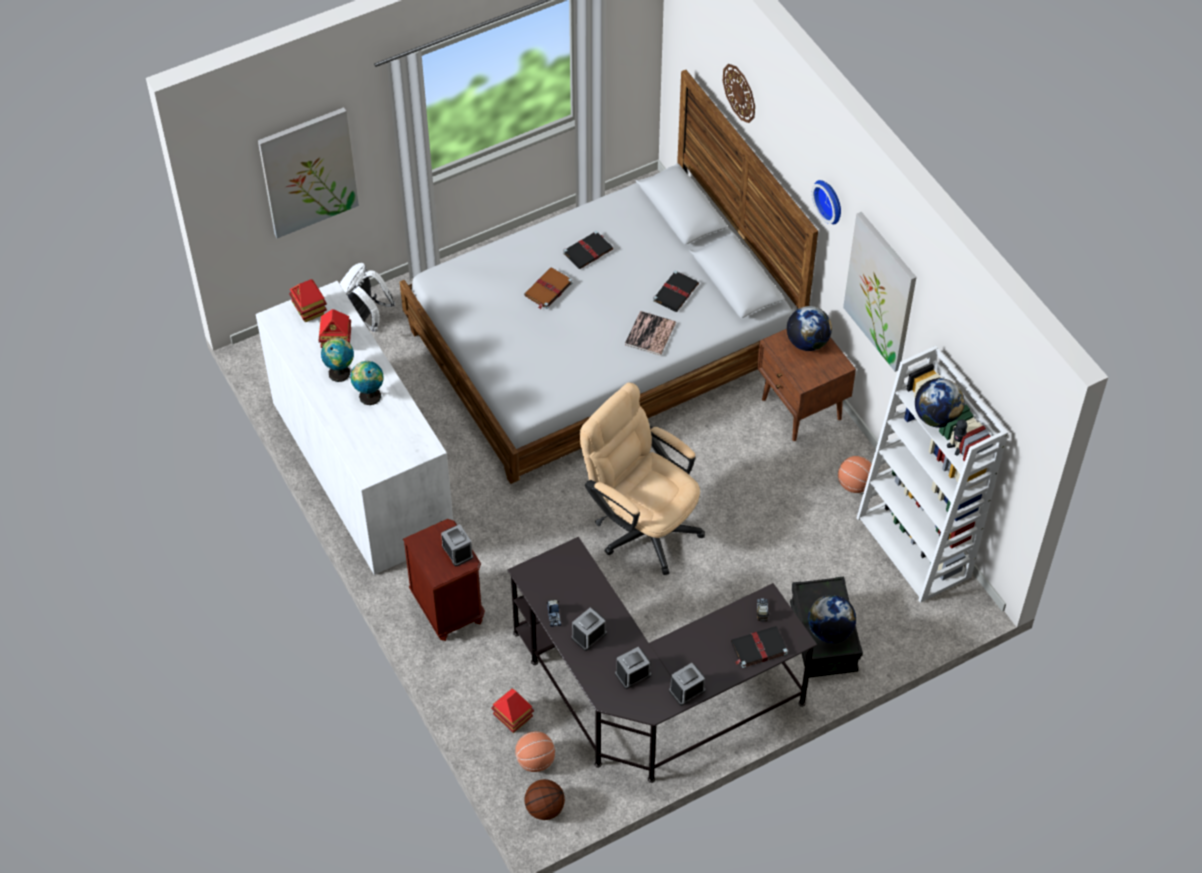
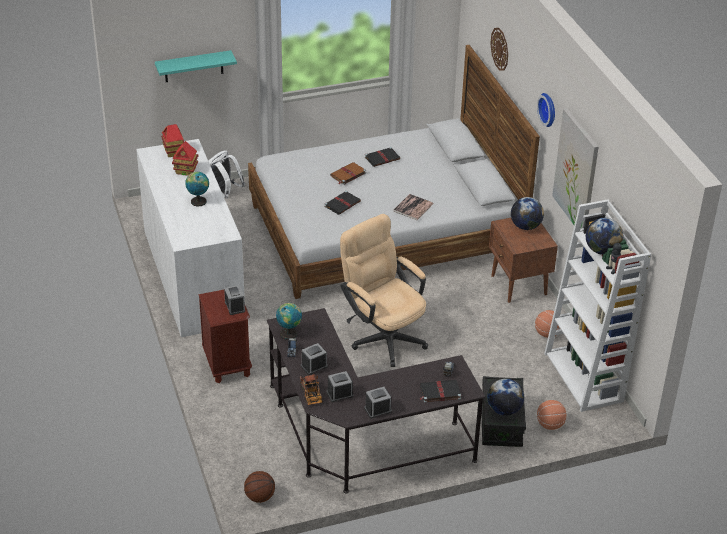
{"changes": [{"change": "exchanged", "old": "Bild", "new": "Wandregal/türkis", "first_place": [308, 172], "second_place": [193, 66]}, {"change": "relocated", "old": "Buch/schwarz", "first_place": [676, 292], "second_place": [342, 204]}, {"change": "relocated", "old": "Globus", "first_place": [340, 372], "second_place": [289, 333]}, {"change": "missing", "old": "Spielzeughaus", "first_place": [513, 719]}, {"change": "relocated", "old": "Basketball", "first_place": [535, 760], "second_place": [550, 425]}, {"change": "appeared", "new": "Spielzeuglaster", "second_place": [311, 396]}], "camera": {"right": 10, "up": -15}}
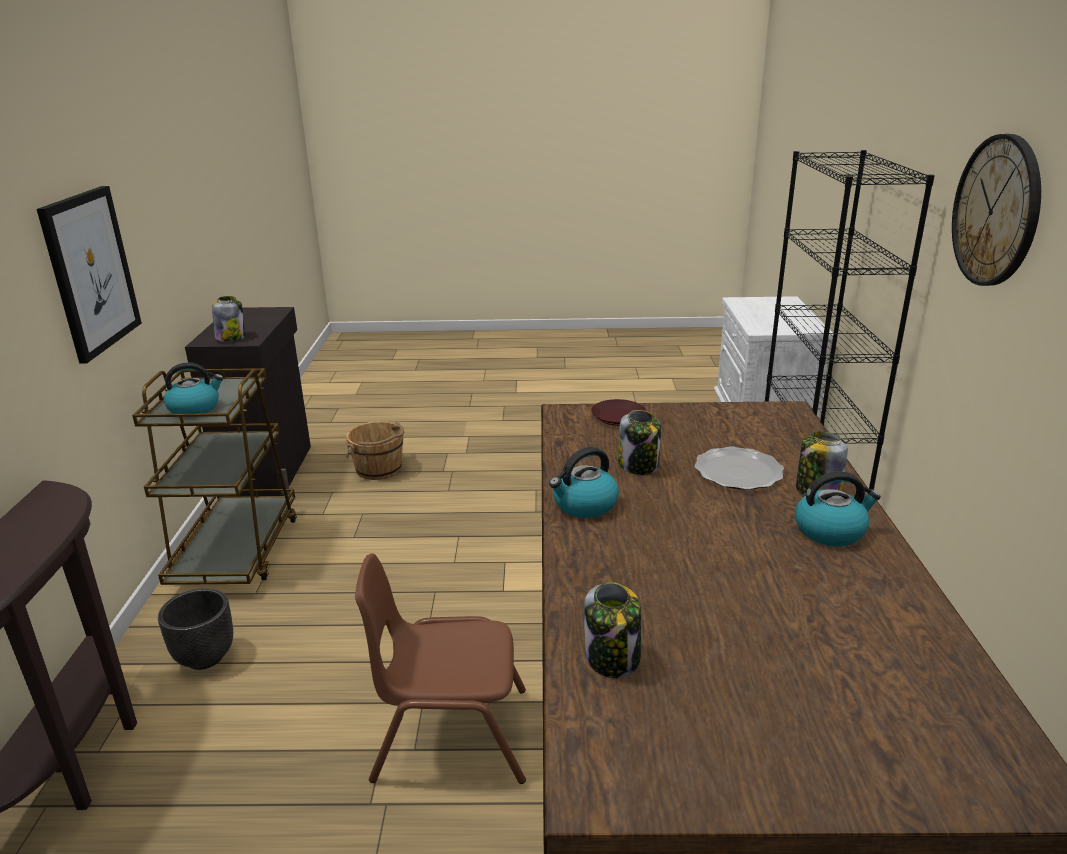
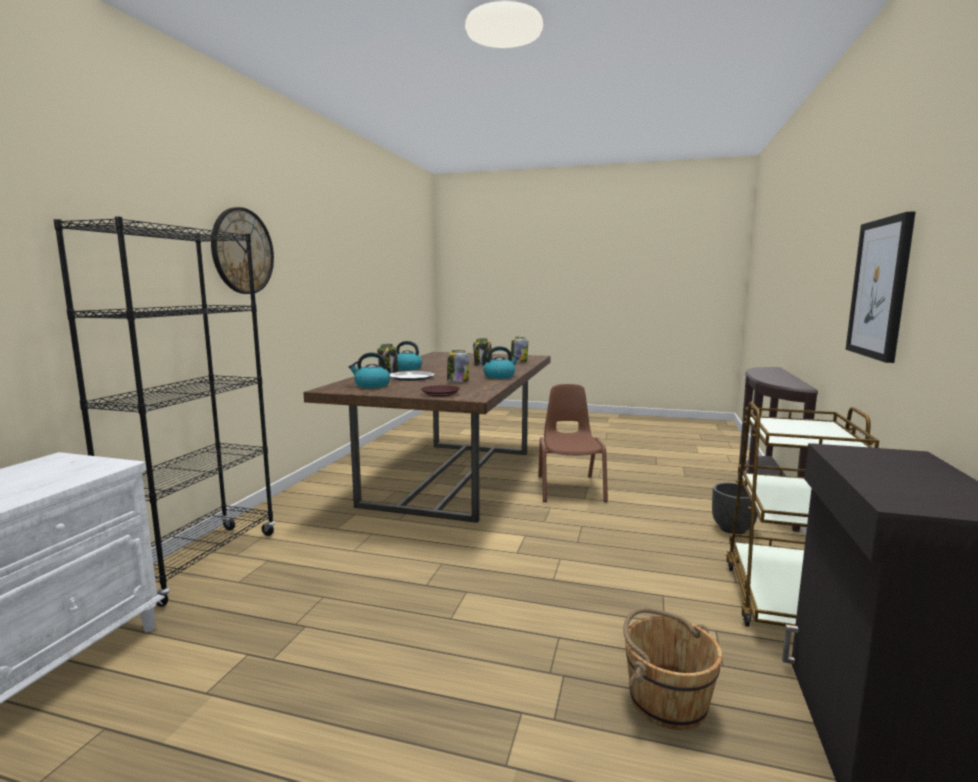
{"changes": [{"change": "relocated", "old": "Vorratsglas", "first_place": [231, 338], "second_place": [483, 364]}, {"change": "relocated", "old": "Wasserkessel", "first_place": [195, 408], "second_place": [371, 385]}, {"change": "spun", "old": "Stuhl/braun", "first_place": [450, 734], "second_place": [570, 488], "degrees": -105}], "camera": {"right": -165, "up": -15}}
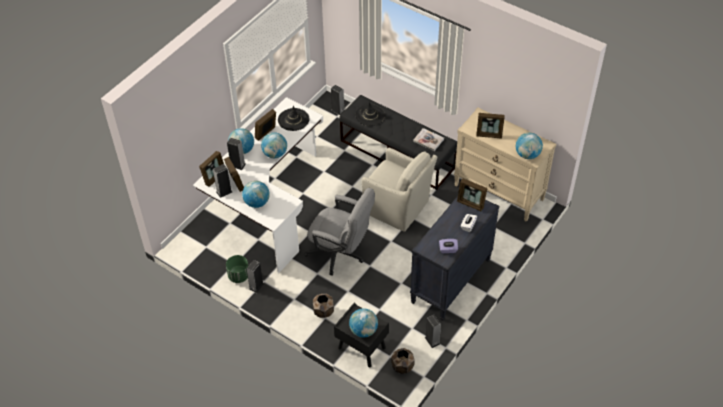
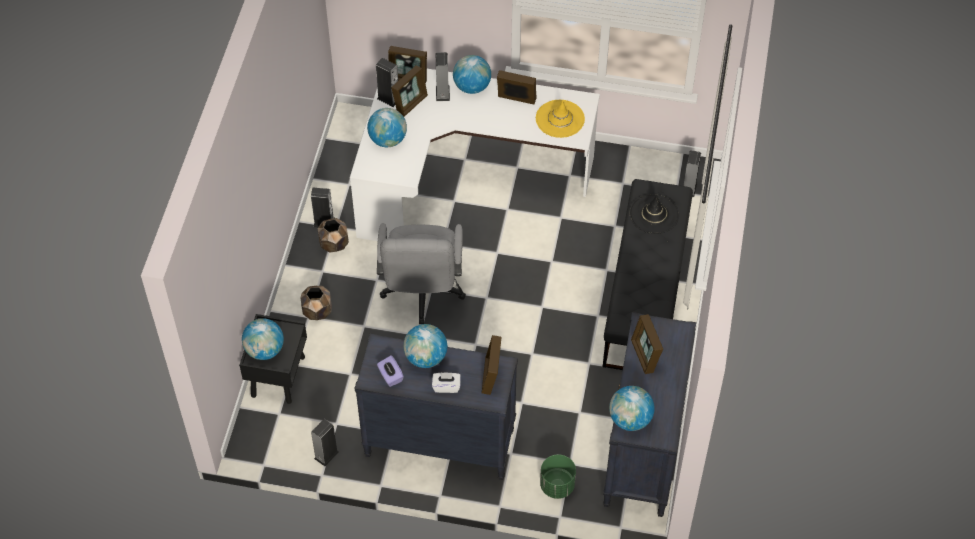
{"changes": [{"change": "colour", "old": "Hut/schwarz", "new": "Hut/gelb", "first_place": [293, 119], "second_place": [560, 119]}, {"change": "colour", "old": "Kommode/beige", "new": "Kommode/schwarz", "first_place": [499, 192], "second_place": [643, 451]}, {"change": "missing", "old": "Buch", "first_place": [428, 140]}, {"change": "relocated", "old": "Globus", "first_place": [275, 154], "second_place": [425, 357]}, {"change": "missing", "old": "Sessel/beige", "first_place": [397, 208]}, {"change": "relocated", "old": "Pflanzkübel/grün", "first_place": [239, 276], "second_place": [557, 485]}, {"change": "relocated", "old": "Pflanzkübel/braun", "first_place": [402, 367], "second_place": [333, 244]}], "camera": {"right": 65, "up": 5}}
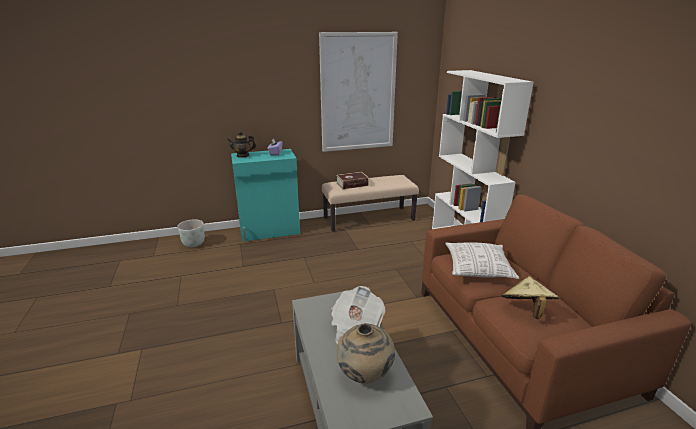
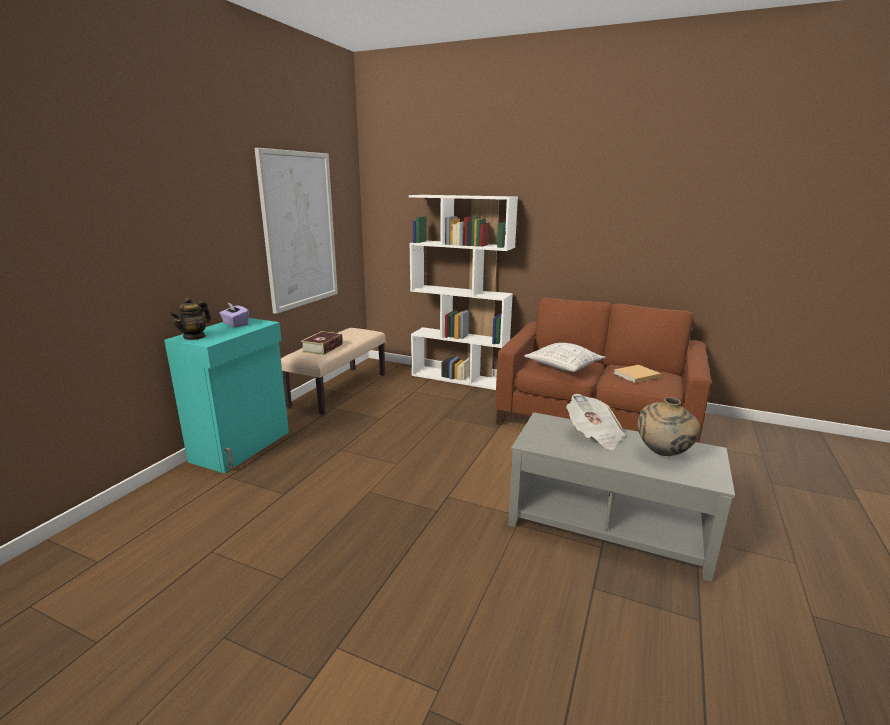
{"changes": [{"change": "missing", "old": "Pflanzkübel/grau", "first_place": [193, 244]}, {"change": "exchanged", "old": "Hut/beige", "new": "Buch/beige", "first_place": [526, 310], "second_place": [635, 375]}], "camera": {"right": -50, "up": -5}}
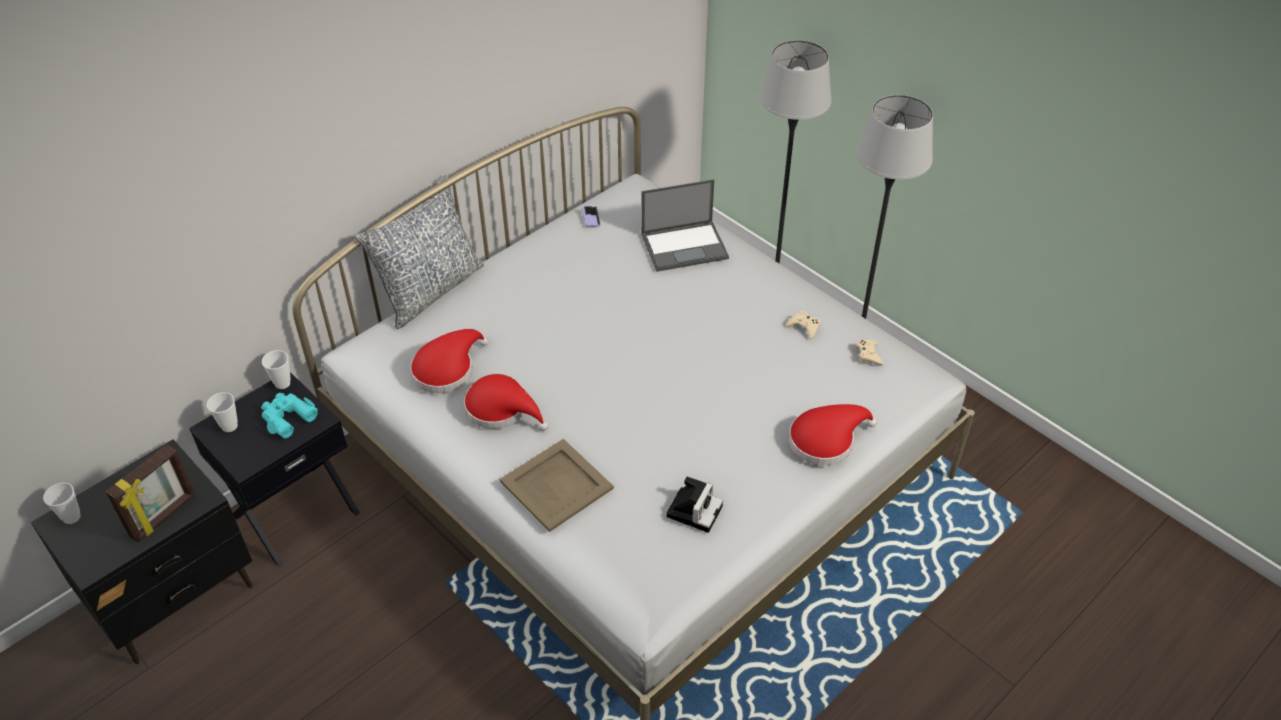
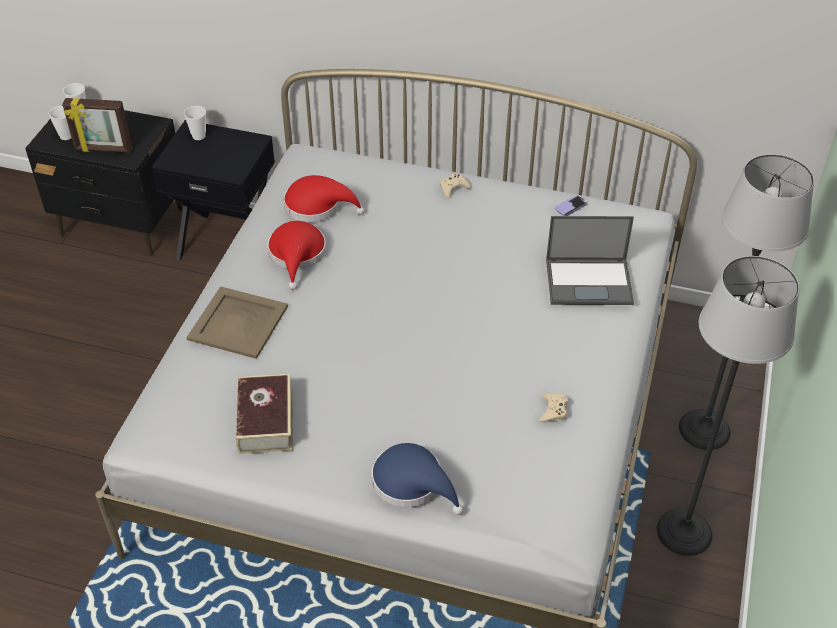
{"changes": [{"change": "missing", "old": "Kissen", "first_place": [430, 290]}, {"change": "spun", "old": "Laptop", "first_place": [685, 246], "second_place": [590, 281], "degrees": -45}, {"change": "relocated", "old": "Gamepad/beige", "first_place": [868, 354], "second_place": [453, 188]}, {"change": "relocated", "old": "Tasse", "first_place": [282, 383], "second_place": [66, 136]}, {"change": "missing", "old": "Fernglas/türkis", "first_place": [287, 417]}, {"change": "colour", "old": "Hut/rot", "new": "Hut/blau", "first_place": [825, 440], "second_place": [412, 483]}, {"change": "exchanged", "old": "Kamera", "new": "Buch", "first_place": [694, 509], "second_place": [265, 420]}], "camera": {"right": 60, "up": 0}}
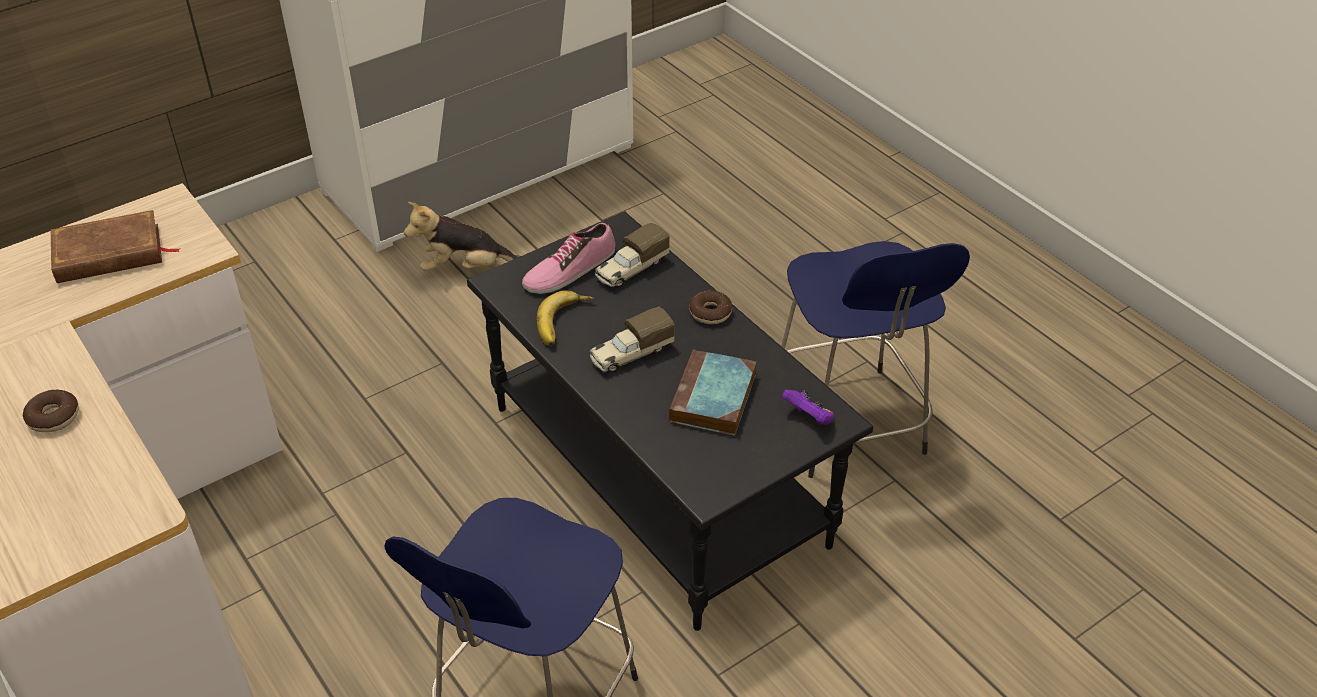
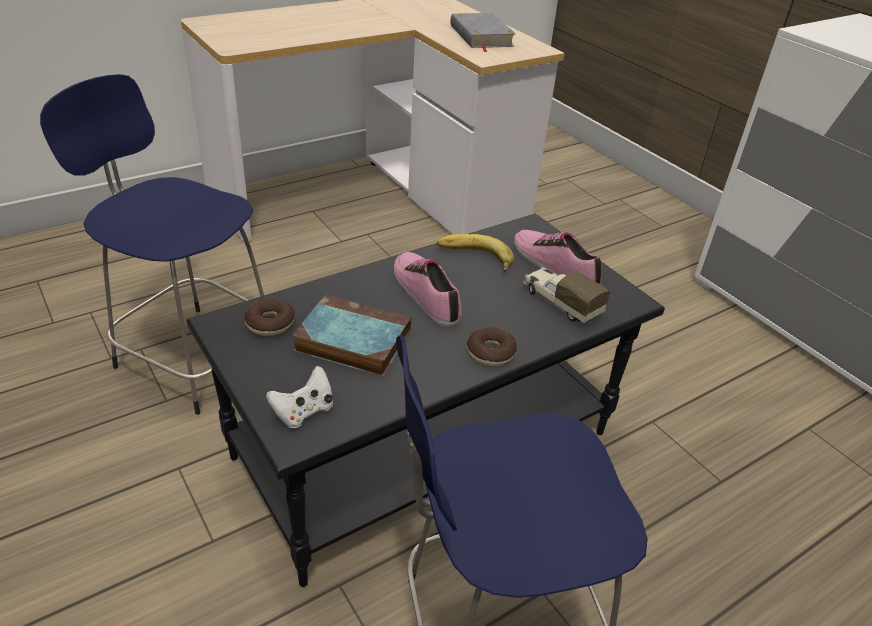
{"changes": [{"change": "missing", "old": "Plüschtier", "first_place": [465, 268]}, {"change": "colour", "old": "Buch/braun", "new": "Buch/grau", "first_place": [109, 254], "second_place": [480, 36]}, {"change": "exchanged", "old": "Spielzeuglaster", "new": "Schuh", "first_place": [630, 354], "second_place": [426, 293]}, {"change": "relocated", "old": "Donut", "first_place": [53, 417], "second_place": [270, 323]}, {"change": "colour", "old": "Gamepad/lila", "new": "Gamepad/weiß", "first_place": [809, 418], "second_place": [304, 411]}], "camera": {"right": 90, "up": -5}}
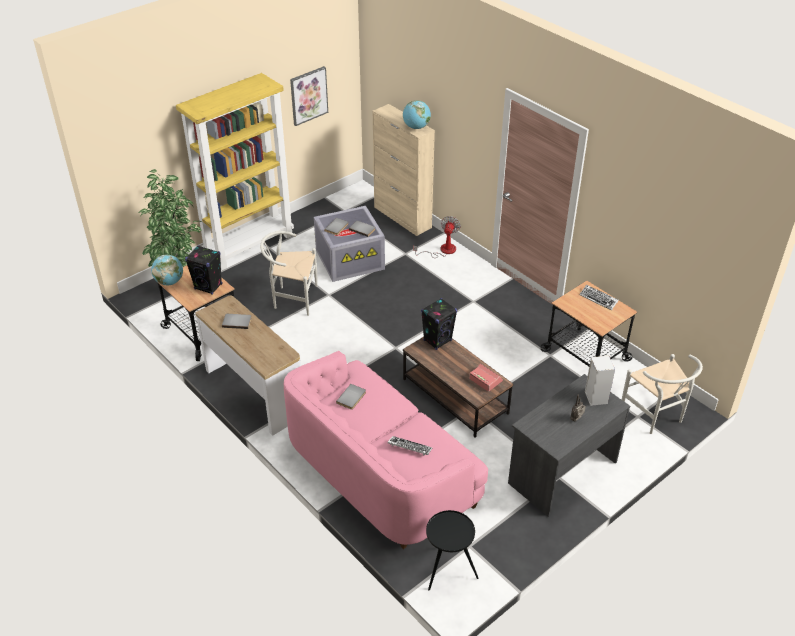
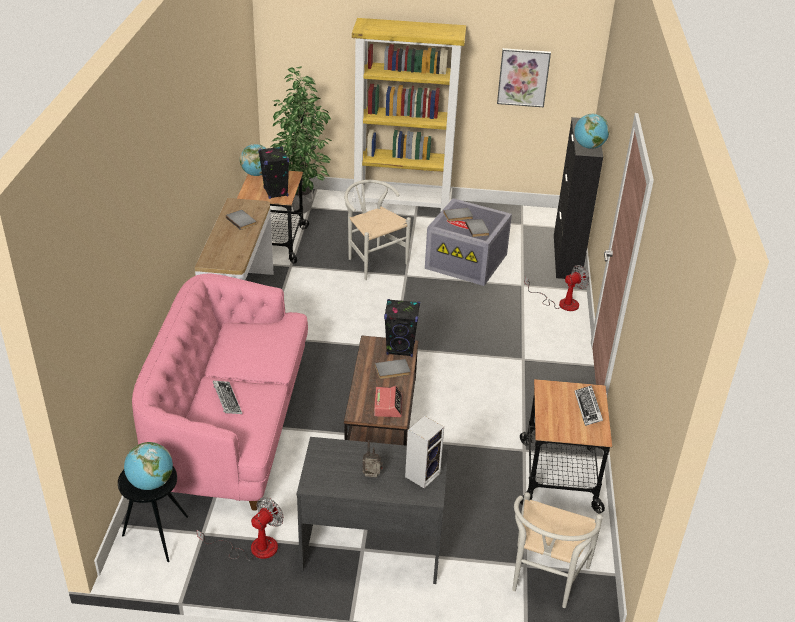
{"changes": [{"change": "colour", "old": "Schrank/beige", "new": "Schrank/schwarz", "first_place": [402, 217], "second_place": [566, 257]}, {"change": "relocated", "old": "Buch/grau", "first_place": [352, 398], "second_place": [392, 371]}, {"change": "appeared", "new": "Globus", "second_place": [151, 483]}, {"change": "appeared", "new": "Ventilator", "second_place": [253, 548]}], "camera": {"right": 45, "up": -5}}
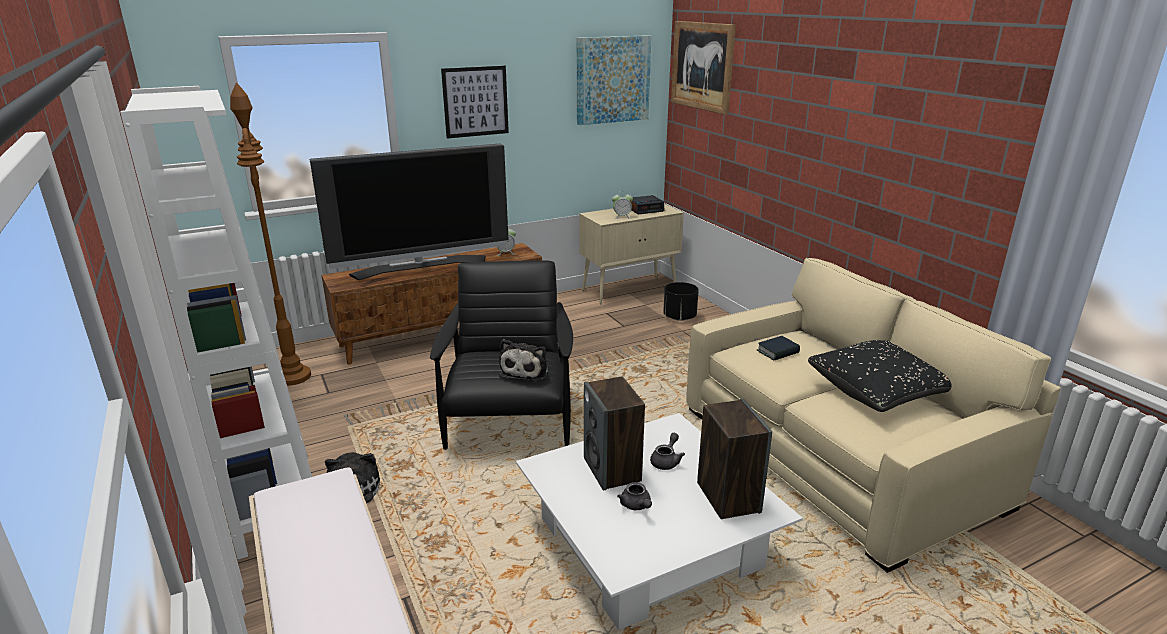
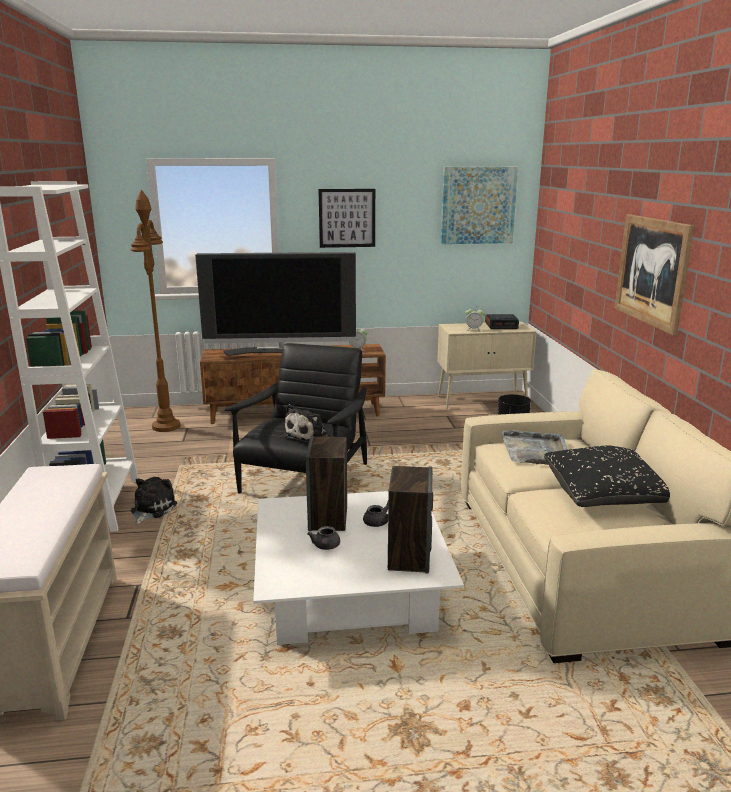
{"changes": [{"change": "relocated", "old": "Bild", "first_place": [702, 66], "second_place": [652, 271]}, {"change": "exchanged", "old": "Buch", "new": "Tablett/grau", "first_place": [778, 352], "second_place": [535, 450]}], "camera": {"right": 20, "up": -5}}
